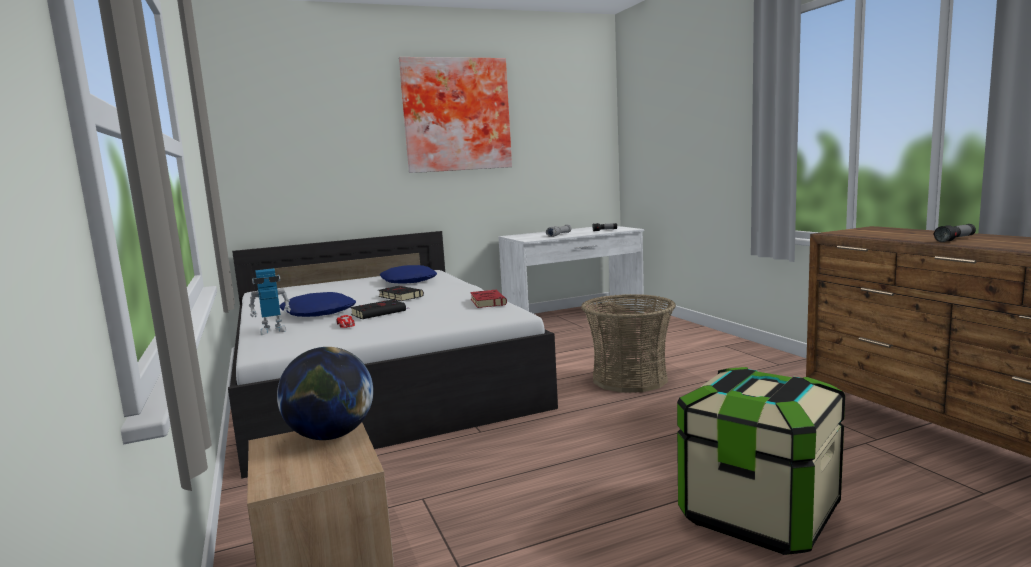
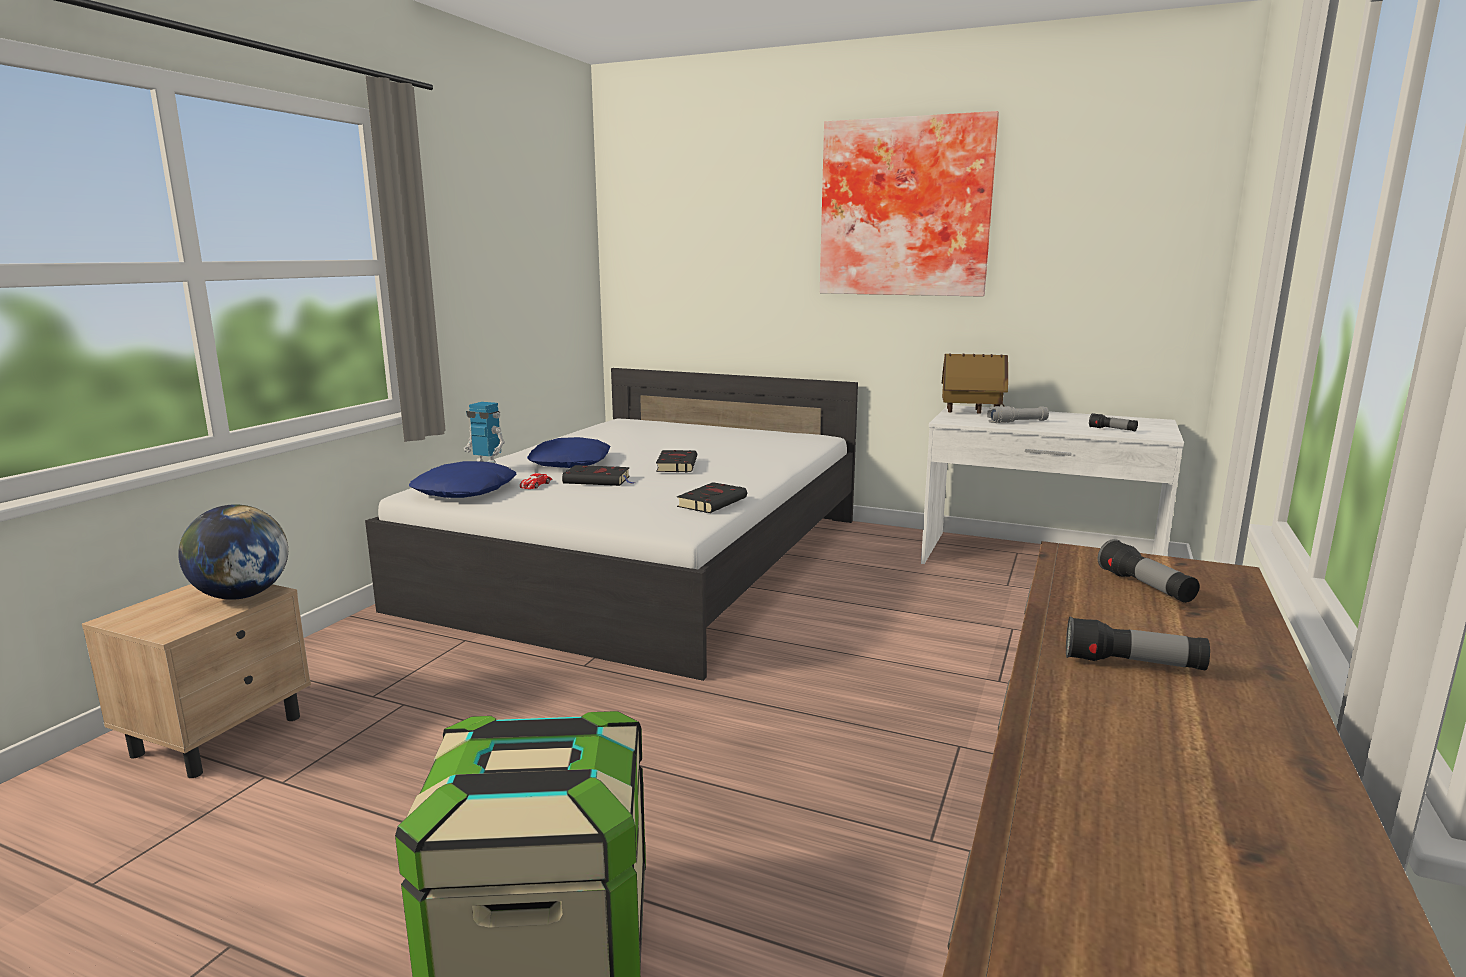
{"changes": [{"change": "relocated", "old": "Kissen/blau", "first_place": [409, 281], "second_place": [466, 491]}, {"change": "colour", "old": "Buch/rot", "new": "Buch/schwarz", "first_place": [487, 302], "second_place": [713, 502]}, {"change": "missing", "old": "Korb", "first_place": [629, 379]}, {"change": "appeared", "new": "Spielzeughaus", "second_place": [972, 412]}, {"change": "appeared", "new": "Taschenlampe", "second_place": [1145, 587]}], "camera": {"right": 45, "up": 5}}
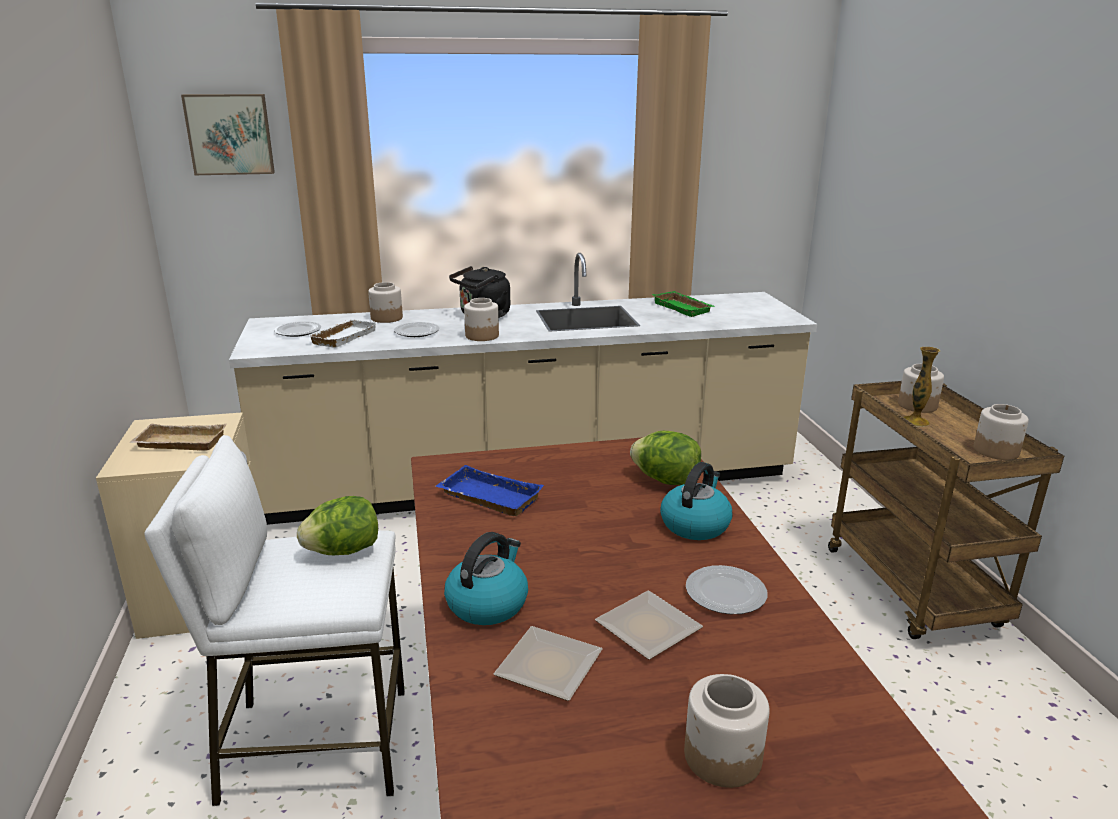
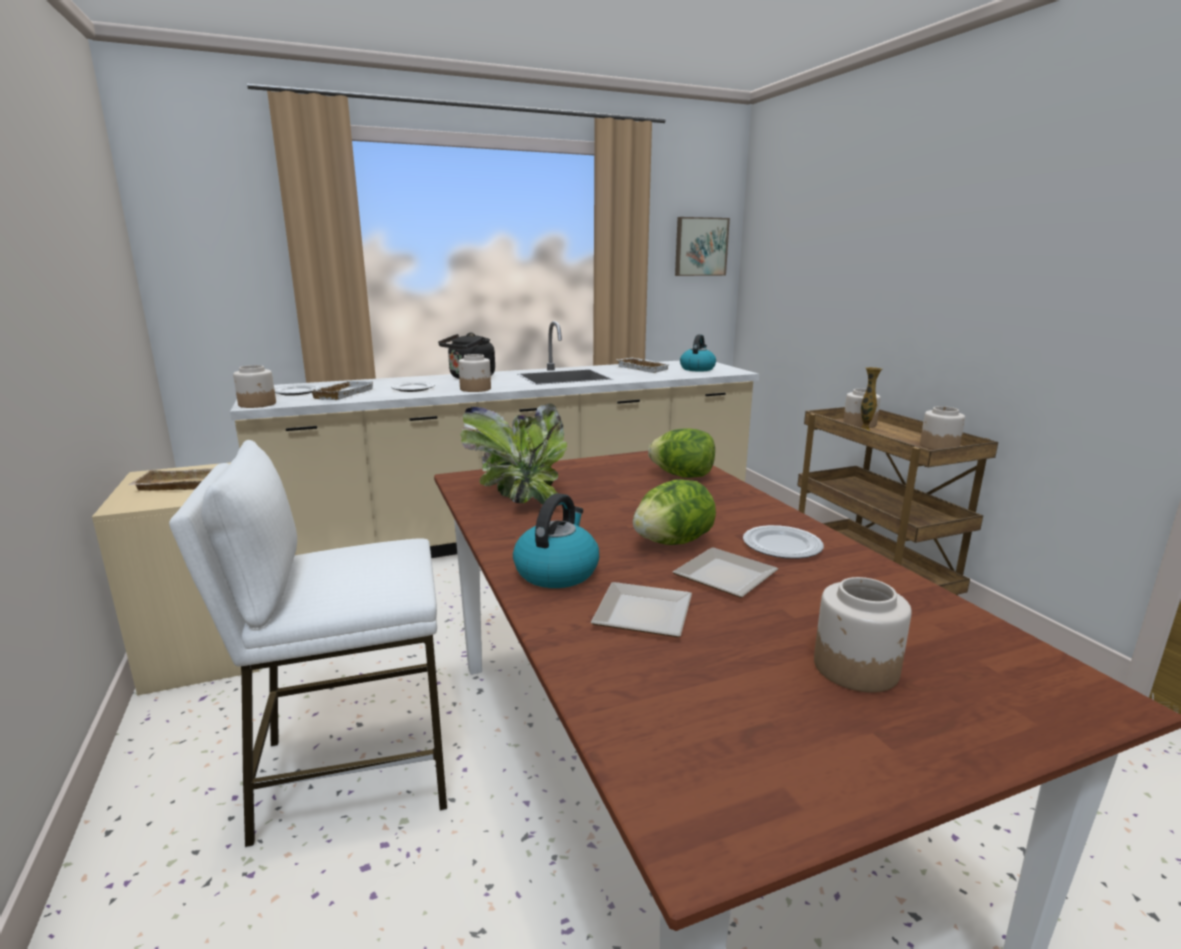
{"changes": [{"change": "relocated", "old": "Bild", "first_place": [230, 134], "second_place": [700, 247]}, {"change": "relocated", "old": "Vorratsglas", "first_place": [387, 318], "second_place": [258, 404]}, {"change": "colour", "old": "Tablett/grün", "new": "Tablett/weiß", "first_place": [684, 308], "second_place": [644, 368]}, {"change": "relocated", "old": "Wasserkessel", "first_place": [695, 524], "second_place": [697, 369]}, {"change": "exchanged", "old": "Tablett/blau", "new": "Topfpflanze", "first_place": [487, 498], "second_place": [521, 497]}, {"change": "relocated", "old": "Salatkopf", "first_place": [343, 551], "second_place": [673, 542]}], "camera": {"right": -10, "up": -5}}
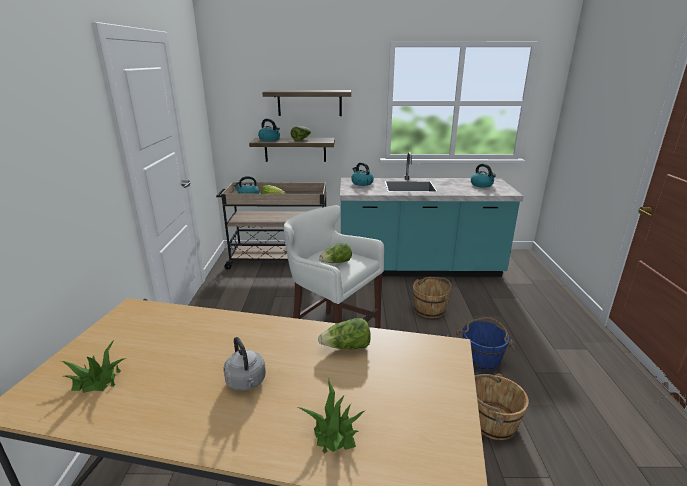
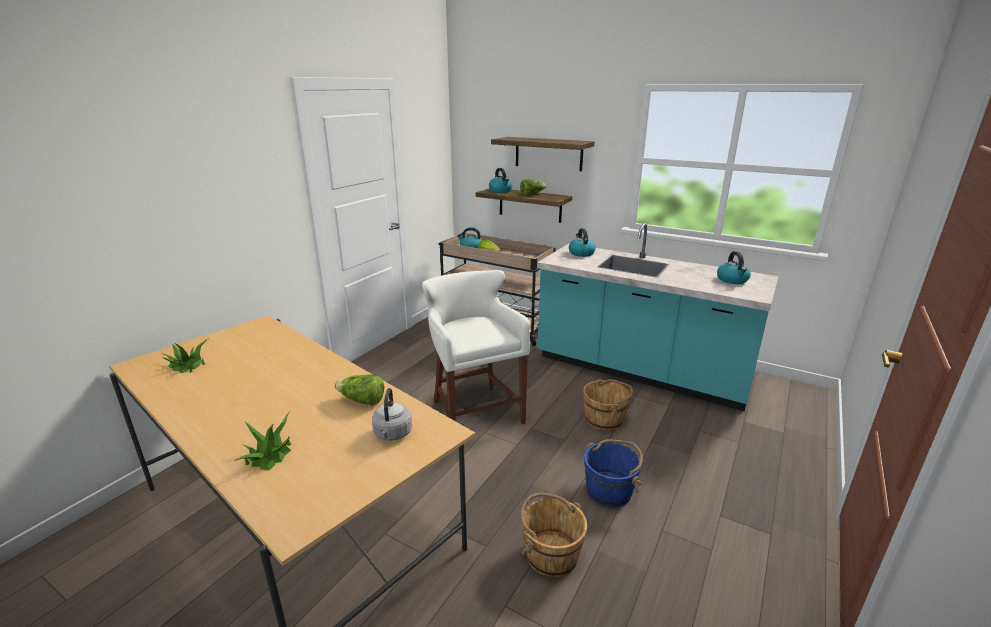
{"changes": [{"change": "missing", "old": "Salatkopf", "first_place": [336, 263]}, {"change": "relocated", "old": "Wasserkessel/grau", "first_place": [246, 382], "second_place": [392, 434]}], "camera": {"right": 30, "up": 0}}
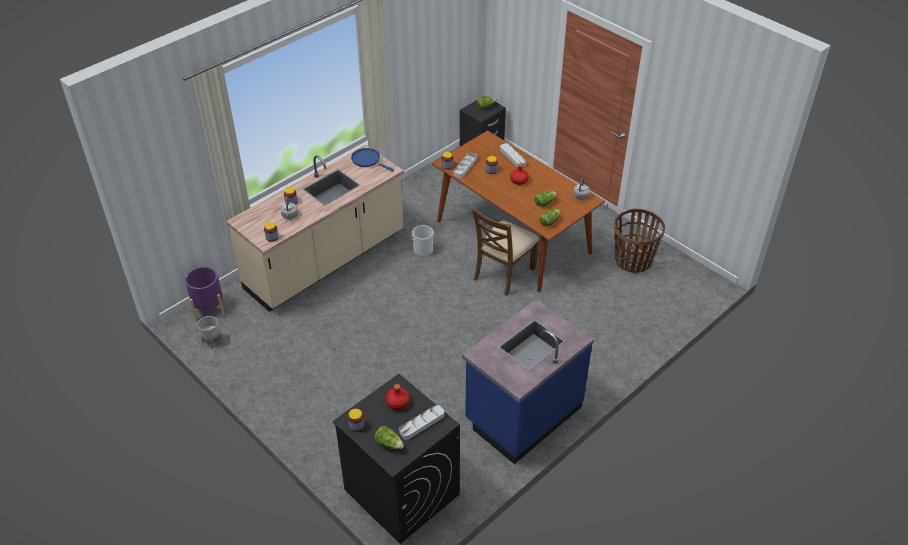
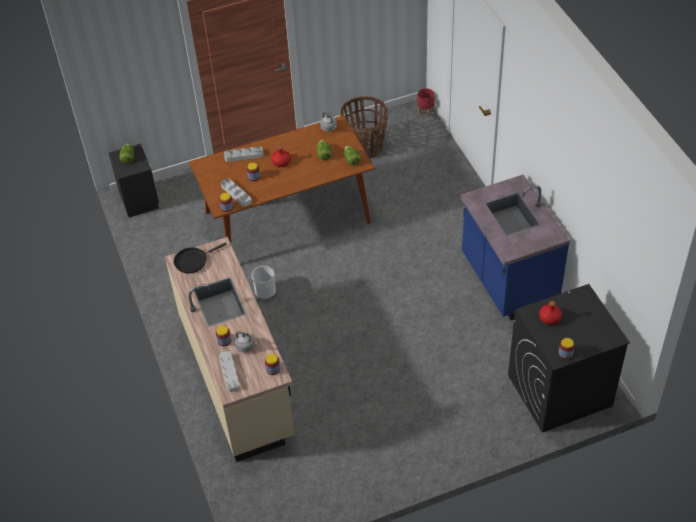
{"changes": [{"change": "colour", "old": "Pfanne/blau", "new": "Pfanne/schwarz", "first_place": [367, 160], "second_place": [193, 261]}, {"change": "missing", "old": "Stuhl/braun", "first_place": [503, 273]}, {"change": "missing", "old": "Pflanzkübel/lila", "first_place": [209, 308]}, {"change": "missing", "old": "Pflanzkübel/grau", "first_place": [212, 340]}, {"change": "relocated", "old": "Tablett/grau", "first_place": [422, 424], "second_place": [229, 373]}, {"change": "missing", "old": "Salatkopf", "first_place": [389, 443]}, {"change": "appeared", "new": "Pflanzkübel/rot", "second_place": [426, 111]}], "camera": {"right": -65, "up": 5}}
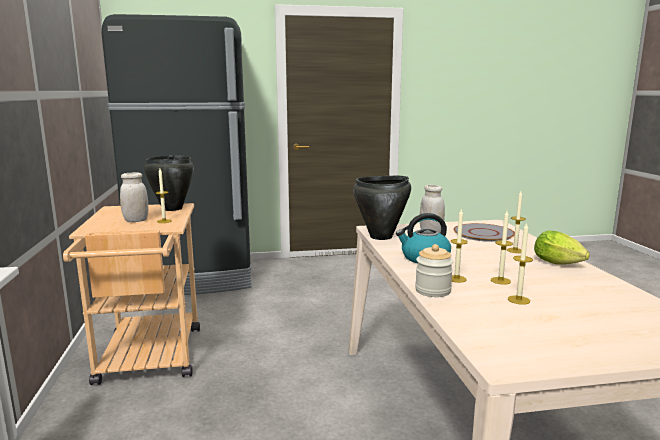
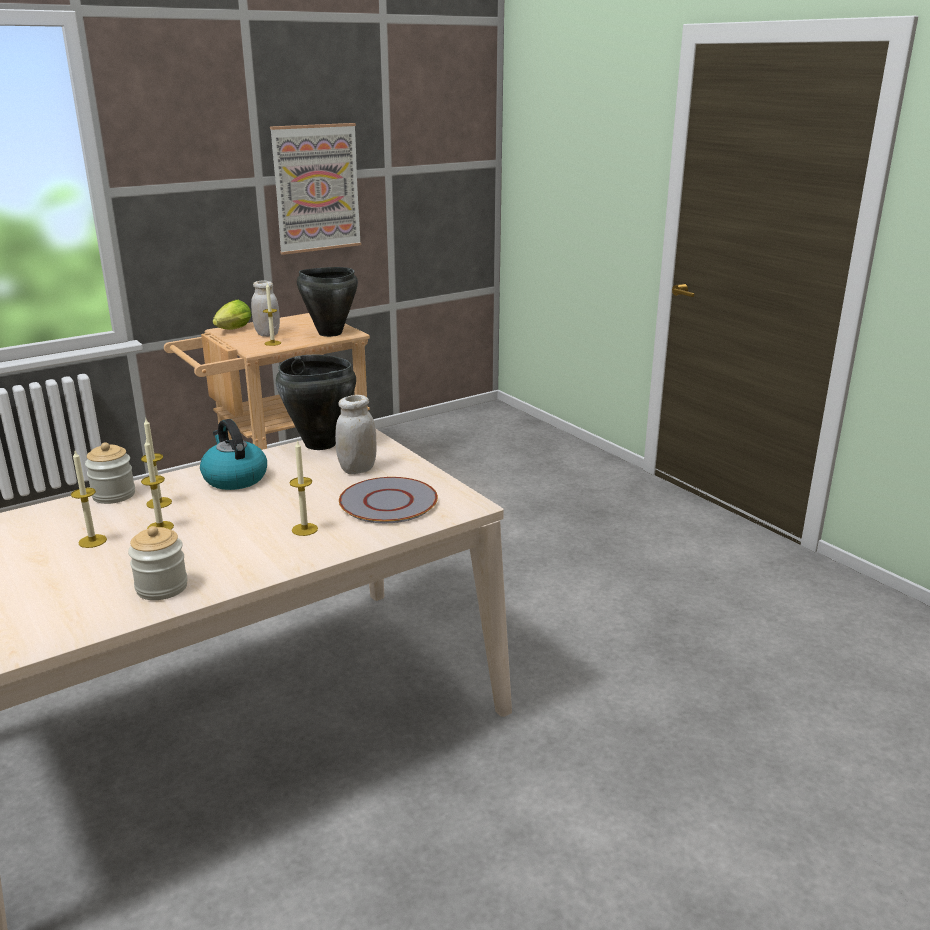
{"changes": [{"change": "missing", "old": "Kühlschrank/schwarz", "first_place": [195, 278]}, {"change": "relocated", "old": "Salatkopf", "first_place": [560, 264], "second_place": [232, 330]}, {"change": "appeared", "new": "Bild", "second_place": [316, 188]}, {"change": "appeared", "new": "Vorratsglas", "second_place": [162, 587]}], "camera": {"right": 65, "up": 10}}
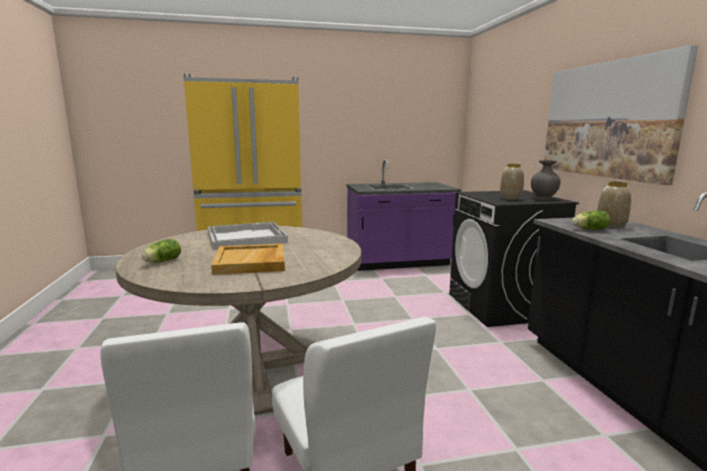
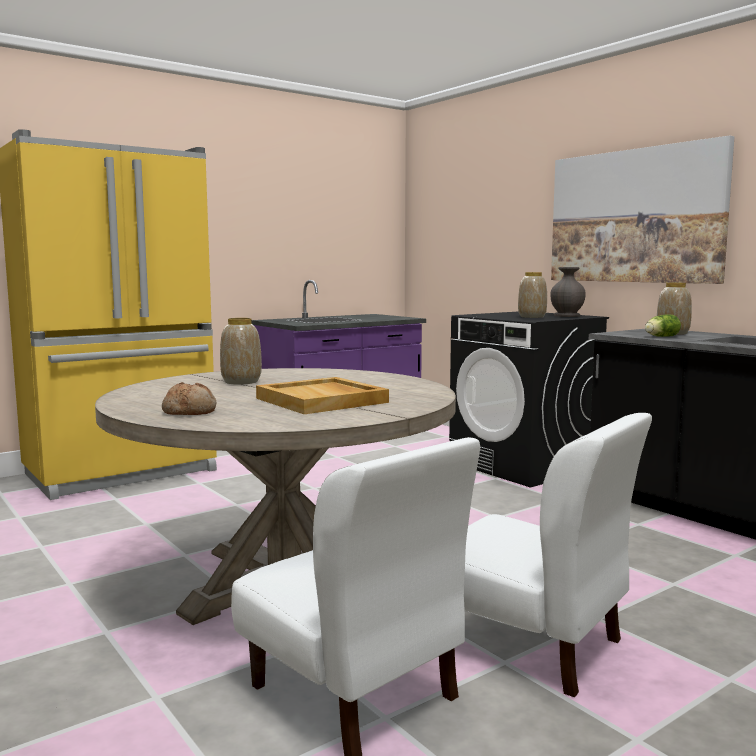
{"changes": [{"change": "exchanged", "old": "Tablett/weiß", "new": "Vase", "first_place": [245, 237], "second_place": [240, 382]}, {"change": "exchanged", "old": "Salatkopf", "new": "Brot", "first_place": [161, 262], "second_place": [190, 411]}], "camera": {"right": -25, "up": -5}}
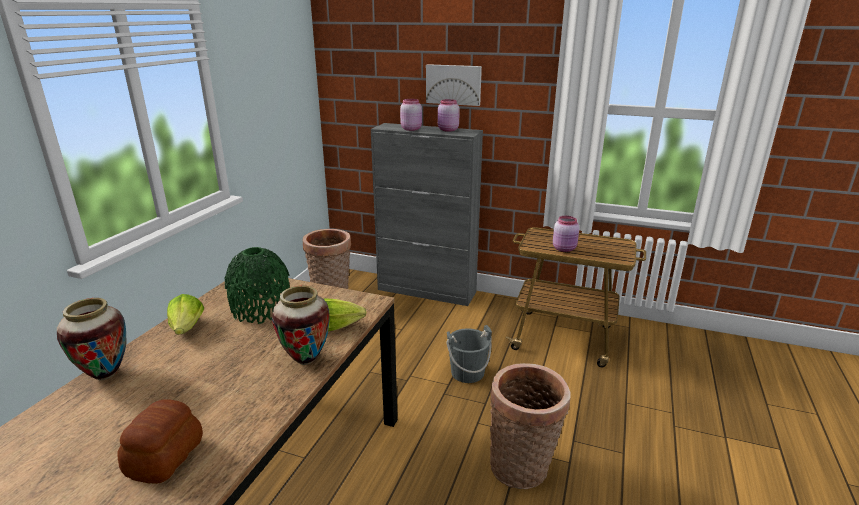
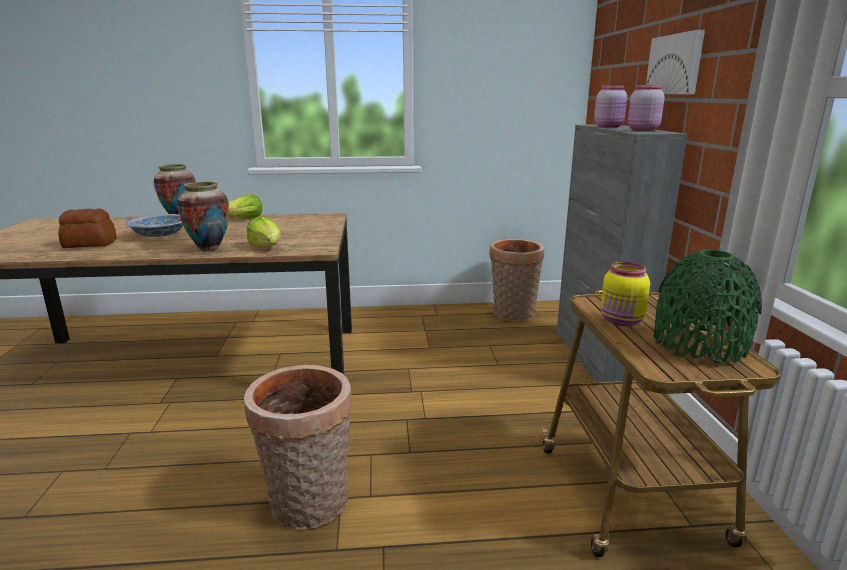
{"changes": [{"change": "colour", "old": "Vorratsglas/rosa", "new": "Vorratsglas/gelb", "first_place": [565, 249], "second_place": [621, 321]}, {"change": "relocated", "old": "Vase/grün", "first_place": [262, 309], "second_place": [699, 345]}, {"change": "missing", "old": "Eimer/grau", "first_place": [467, 372]}, {"change": "appeared", "new": "Schüssel", "second_place": [160, 235]}], "camera": {"right": 65, "up": -5}}
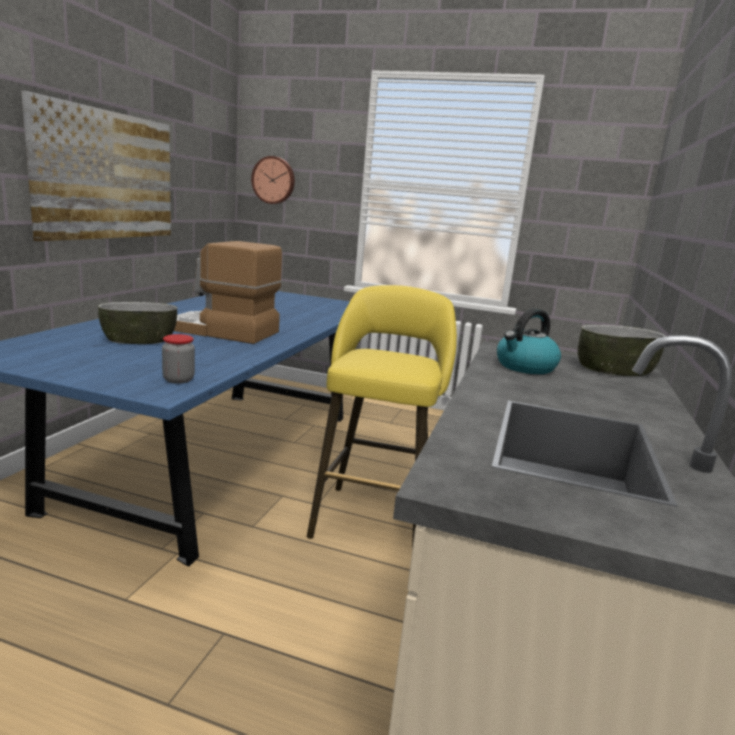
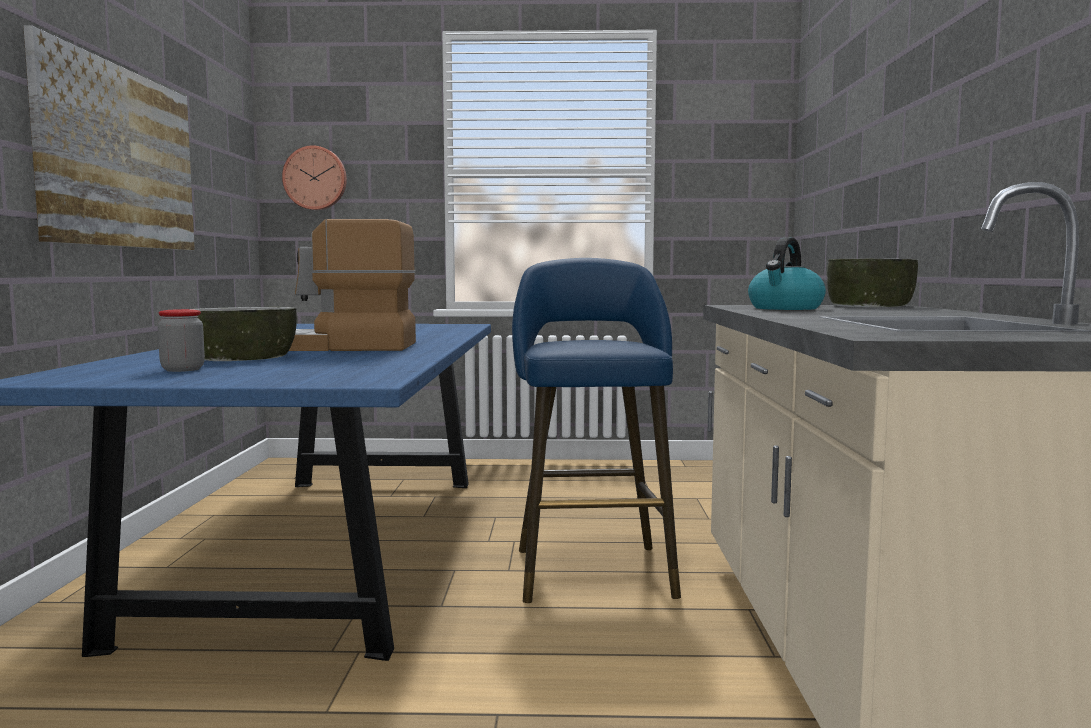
{"changes": [{"change": "colour", "old": "Hocker/gelb", "new": "Hocker/blau", "first_place": [374, 516], "second_place": [591, 568]}, {"change": "relocated", "old": "Vorratsglas", "first_place": [178, 380], "second_place": [182, 369]}], "camera": {"right": -15, "up": -10}}
